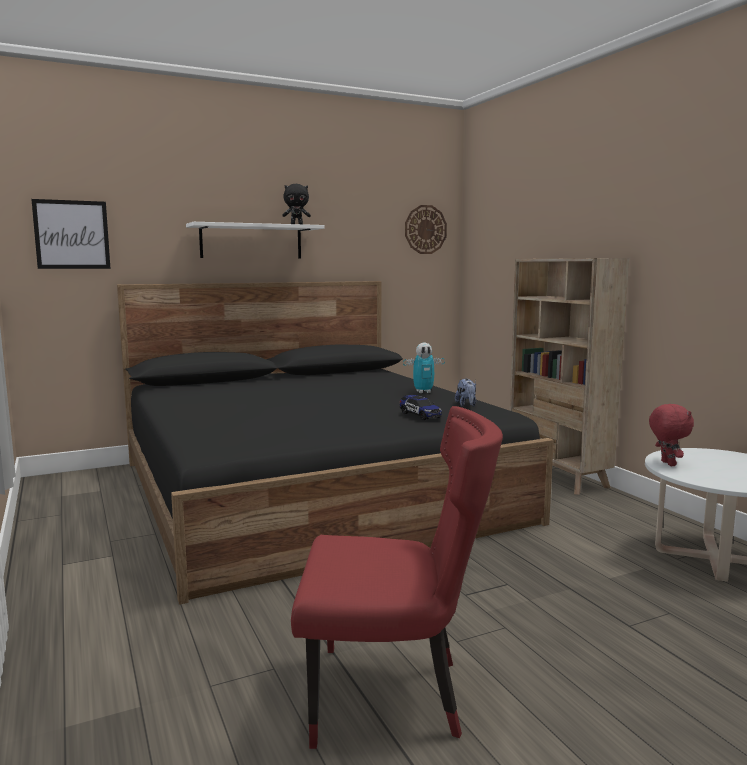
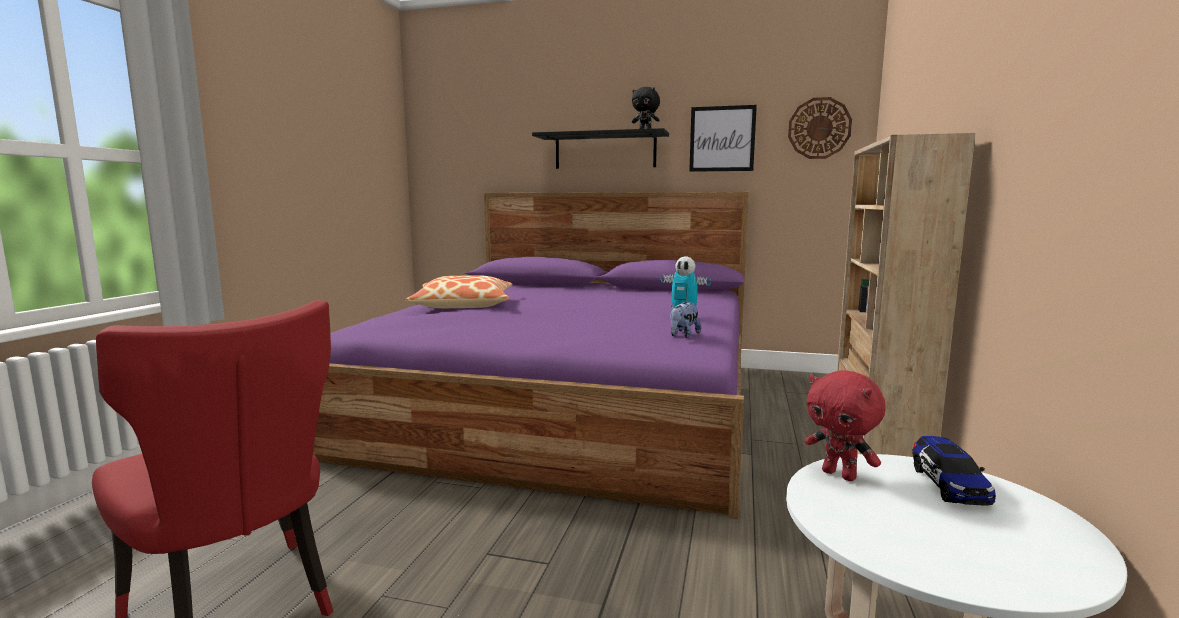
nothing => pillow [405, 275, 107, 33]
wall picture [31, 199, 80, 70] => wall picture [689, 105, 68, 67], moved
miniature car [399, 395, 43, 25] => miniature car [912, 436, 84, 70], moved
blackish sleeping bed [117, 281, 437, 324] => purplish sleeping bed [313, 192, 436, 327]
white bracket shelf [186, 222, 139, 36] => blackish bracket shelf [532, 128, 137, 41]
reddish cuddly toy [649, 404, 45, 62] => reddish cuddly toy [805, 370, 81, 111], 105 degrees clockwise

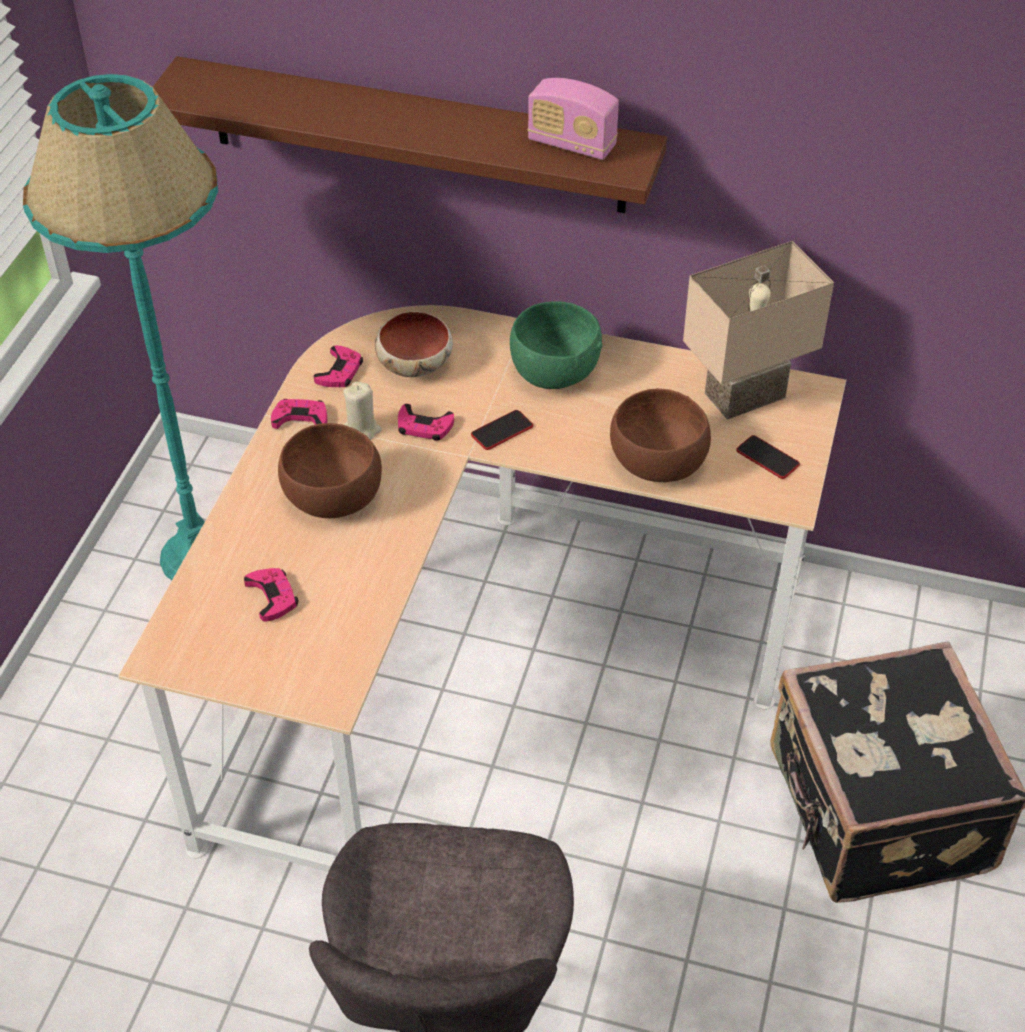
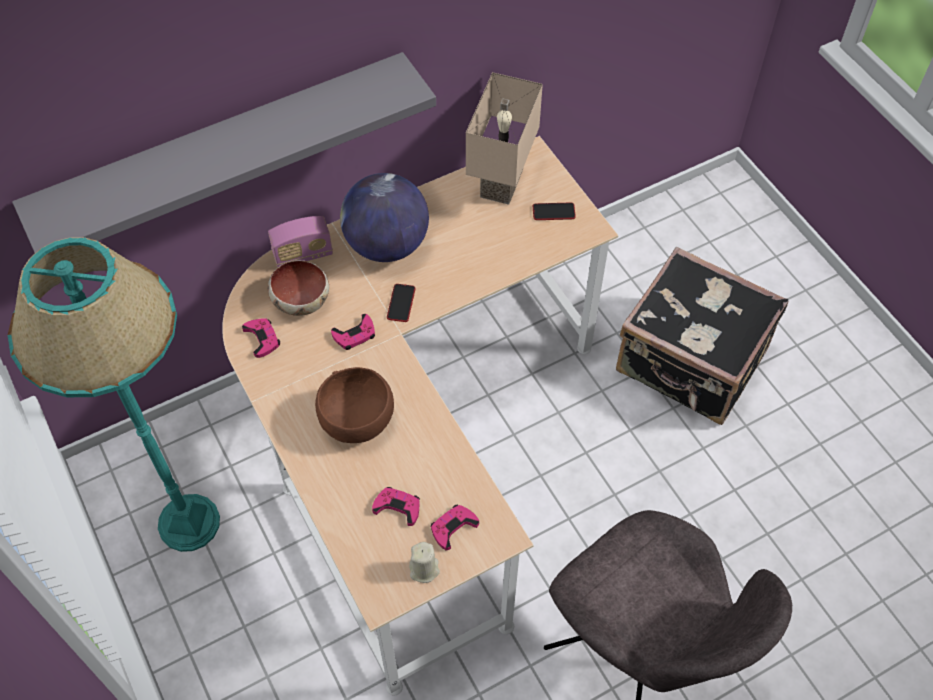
brown serving bowl [610, 388, 101, 94] => nothing
pink game controller [271, 399, 56, 30] => pink game controller [430, 504, 49, 46], moved
sand-coloured wax light [343, 382, 39, 58] => sand-coloured wax light [409, 542, 31, 41], moved
radio [528, 78, 91, 82] => radio [268, 216, 65, 51], moved
green serving bowl [510, 301, 92, 88] => world globe [340, 173, 89, 89]
brown bracket shelf [153, 56, 514, 157] => gray bracket shelf [12, 52, 424, 201]

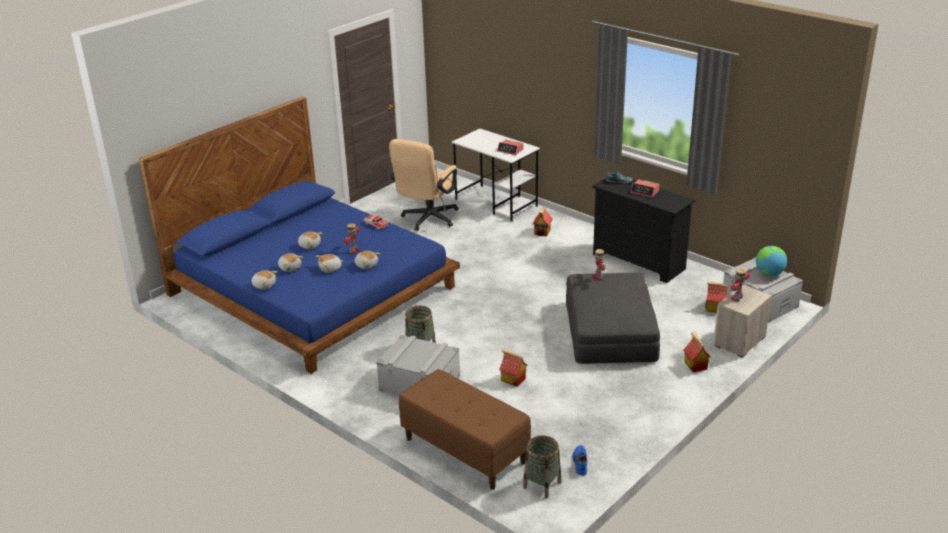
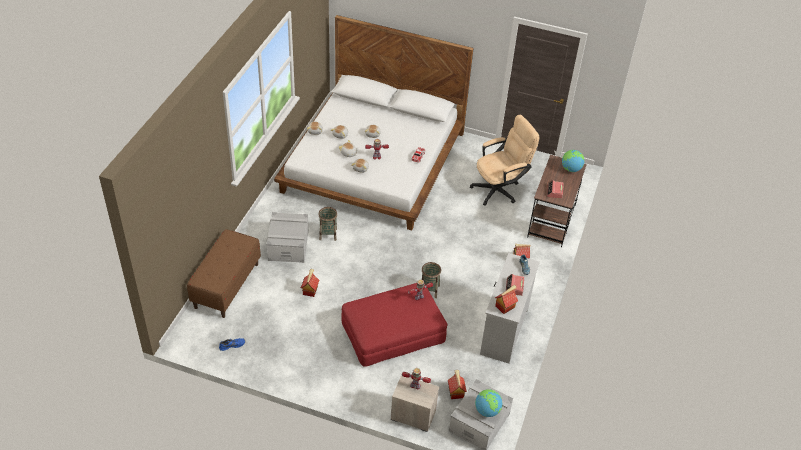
nothing => world globe [562, 150, 23, 22]
basket [523, 436, 38, 62] => basket [422, 262, 19, 36], moved
model house [683, 332, 29, 40] => model house [495, 285, 23, 29], moved
bluish sleeping bed [139, 96, 321, 278] => white sleeping bed [274, 15, 200, 216]
white desk [452, 129, 88, 92] => brown desk [527, 155, 60, 92]
gray ottoman [566, 272, 94, 92] => reddish ottoman [341, 283, 106, 84]
blackish drawer chest [593, 173, 102, 110] => white drawer chest [480, 253, 60, 111]
sand-coloured office chair [389, 139, 70, 92] => sand-coloured office chair [470, 115, 69, 91], 150 degrees clockwise

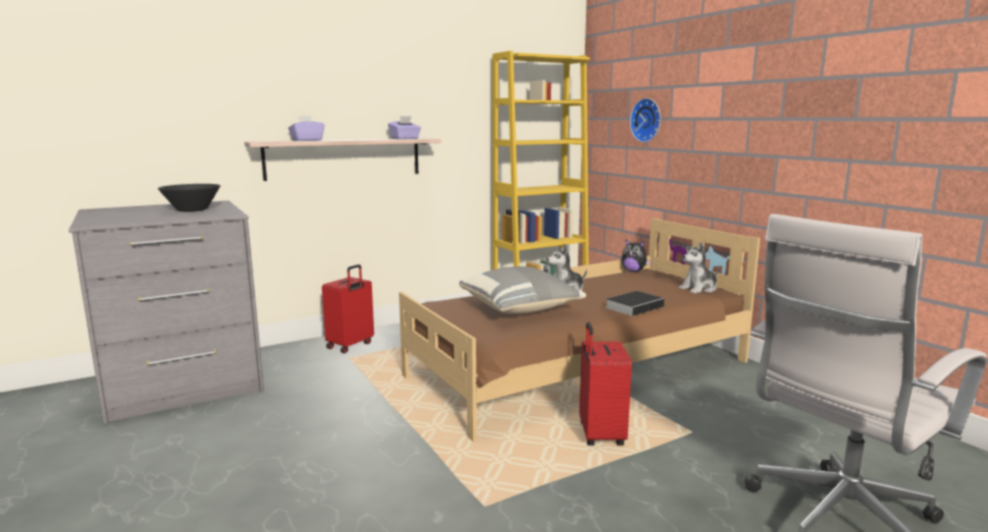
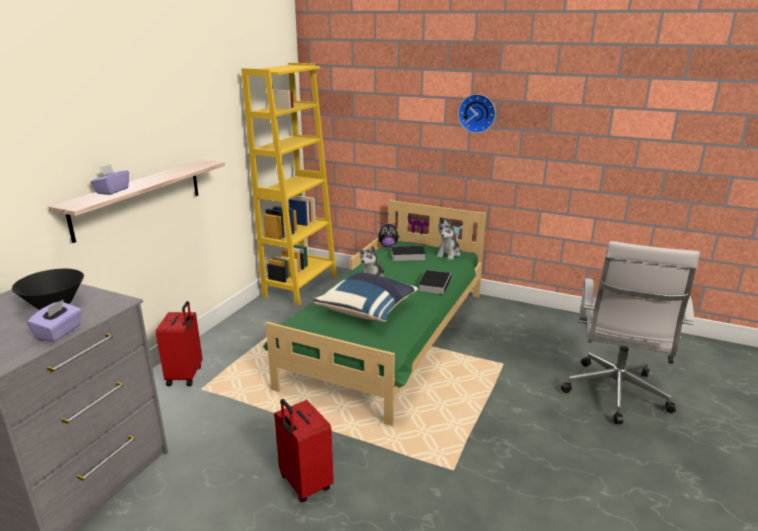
nothing => book [385, 246, 41, 15]
purplish tissue holder [388, 116, 33, 23] => purplish tissue holder [27, 299, 55, 43], moved
reddish piece of luggage [579, 322, 53, 124] => reddish piece of luggage [274, 399, 60, 103], moved
wall clock [630, 98, 31, 44] => wall clock [458, 94, 38, 39], moved
brown sleeping bed [399, 218, 361, 224] => green sleeping bed [263, 200, 223, 226]
gray pillow [459, 266, 127, 48] => bluish pillow [313, 273, 105, 49]

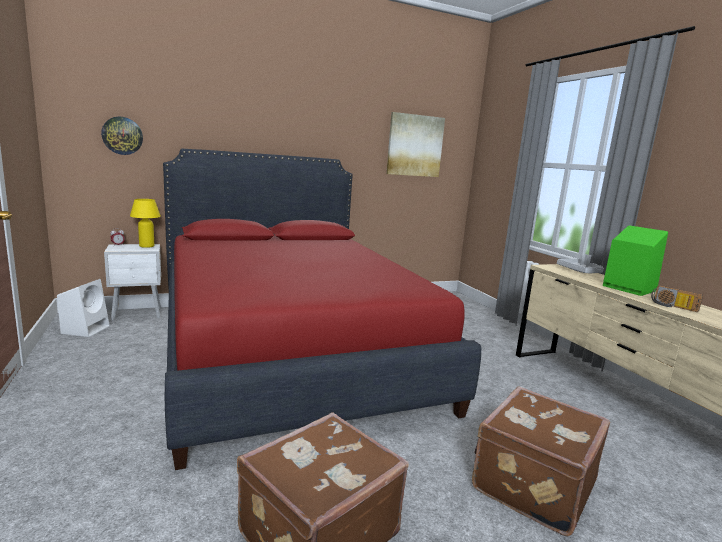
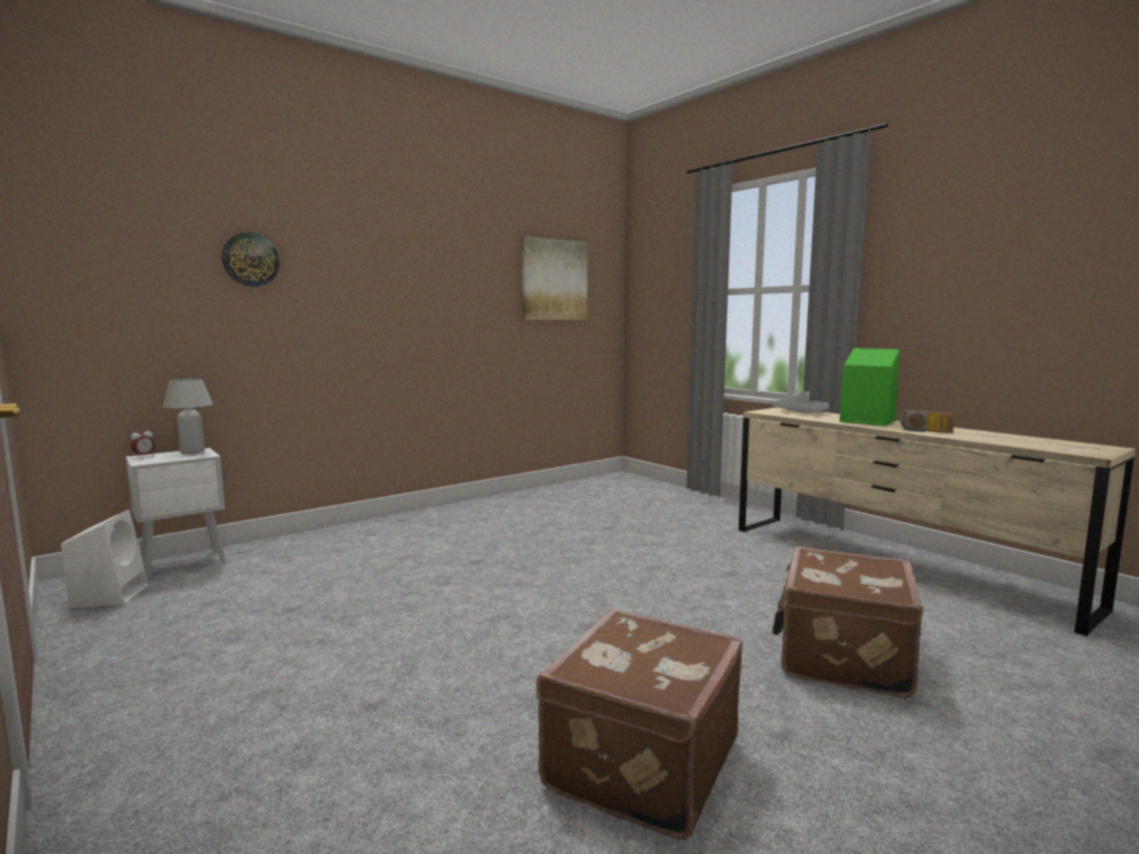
reddish sleeping bed [163, 149, 318, 321] => nothing
wall clock [101, 117, 42, 38] => wall clock [222, 232, 58, 55], moved
yellow-coloured table lamp [130, 199, 31, 49] => white table lamp [163, 379, 50, 75]

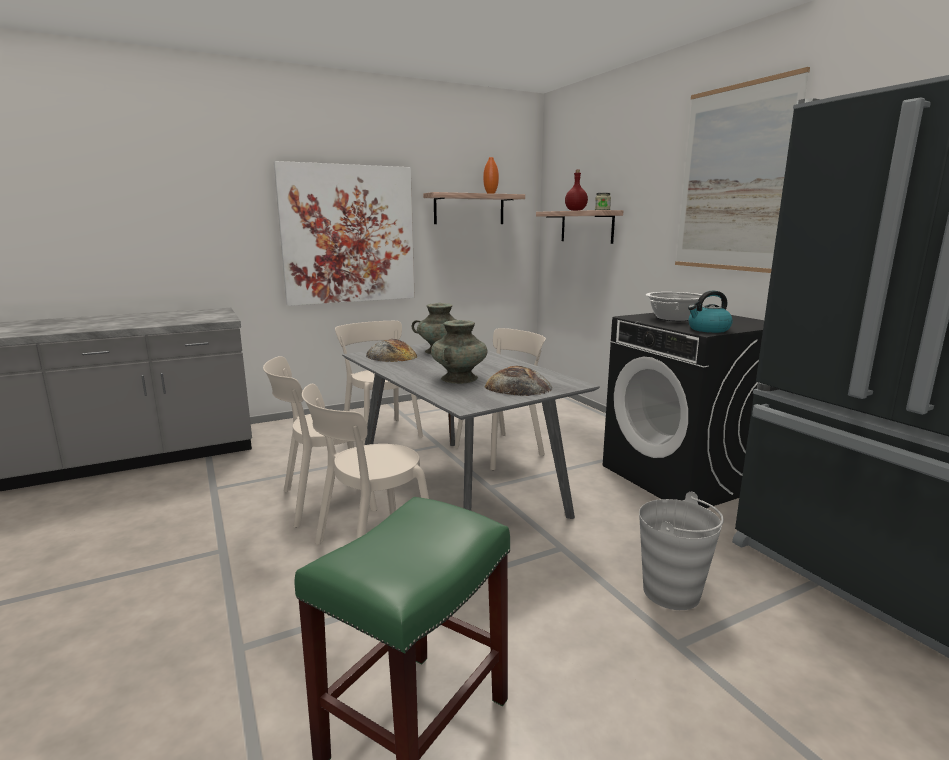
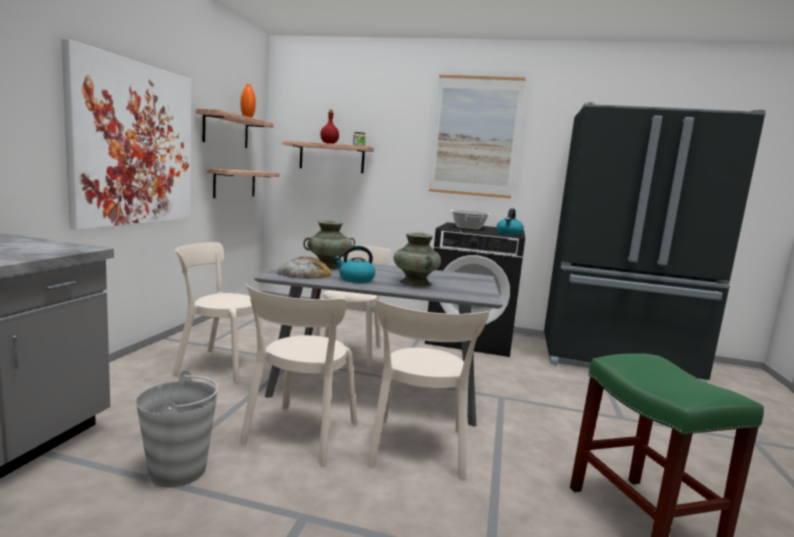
baked bread [484, 366, 69, 30] => nothing
nothing => bracket shelf [207, 168, 72, 30]
nothing => water kettle [334, 246, 41, 37]
gray bucket [639, 492, 85, 118] => gray bucket [136, 370, 82, 118], moved

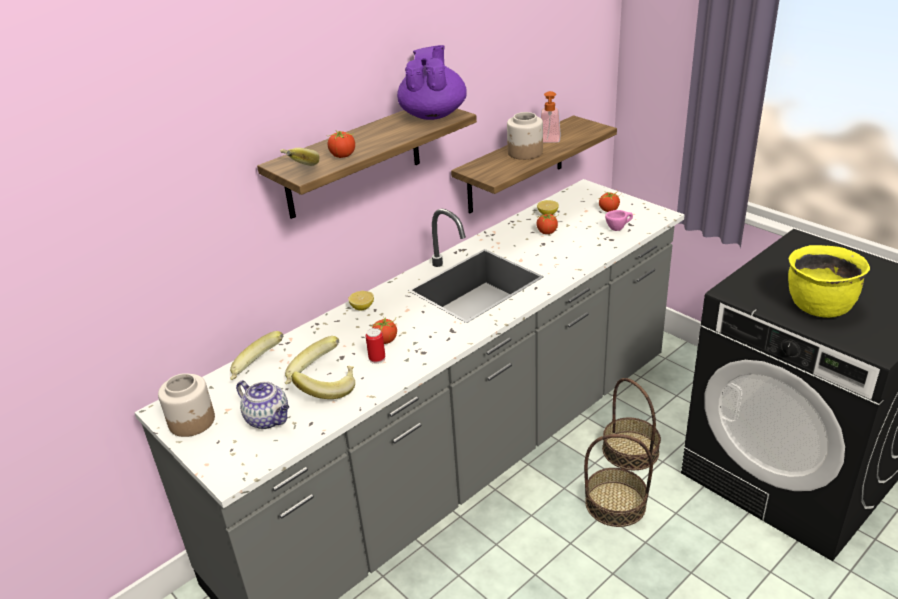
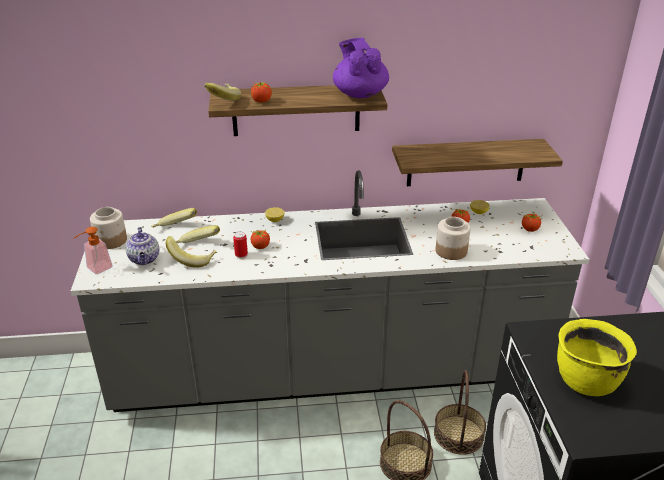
pink small cup [605, 210, 28, 21] => nothing
storage jar [507, 112, 36, 48] => storage jar [436, 217, 35, 43], moved
liquid soap bottle [541, 91, 20, 52] => liquid soap bottle [73, 227, 40, 47], moved
purplish pot for tea [397, 45, 70, 75] => purplish pot for tea [333, 38, 56, 60], 60 degrees counterclockwise

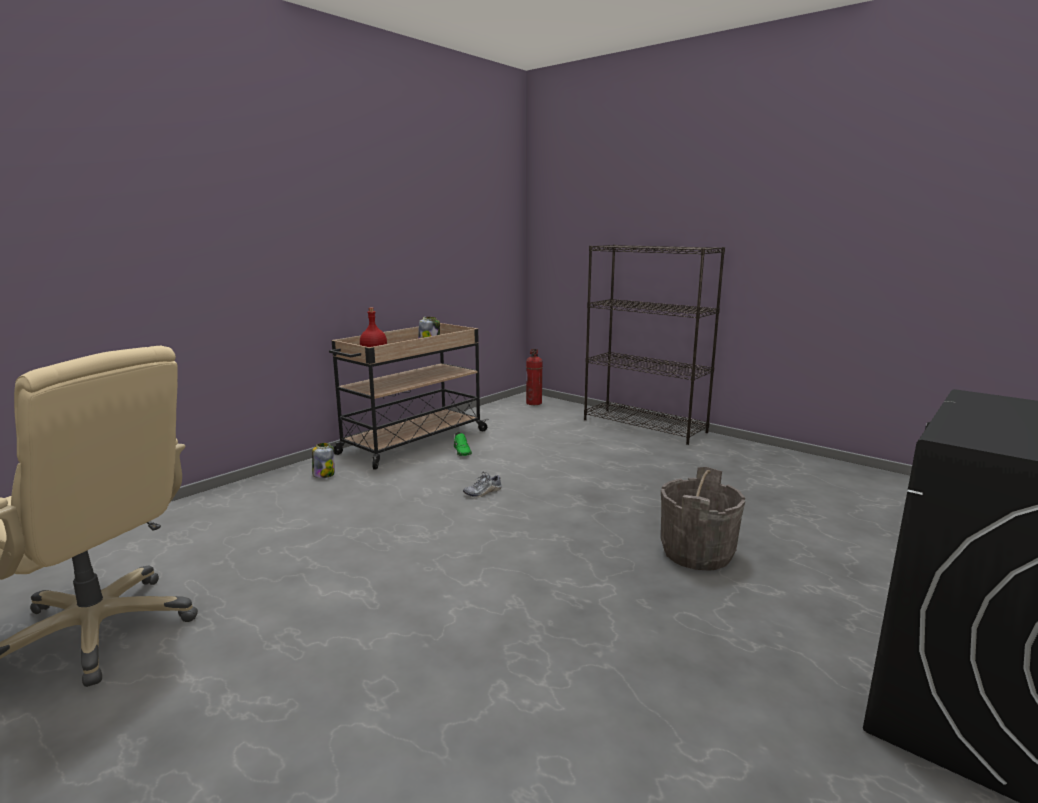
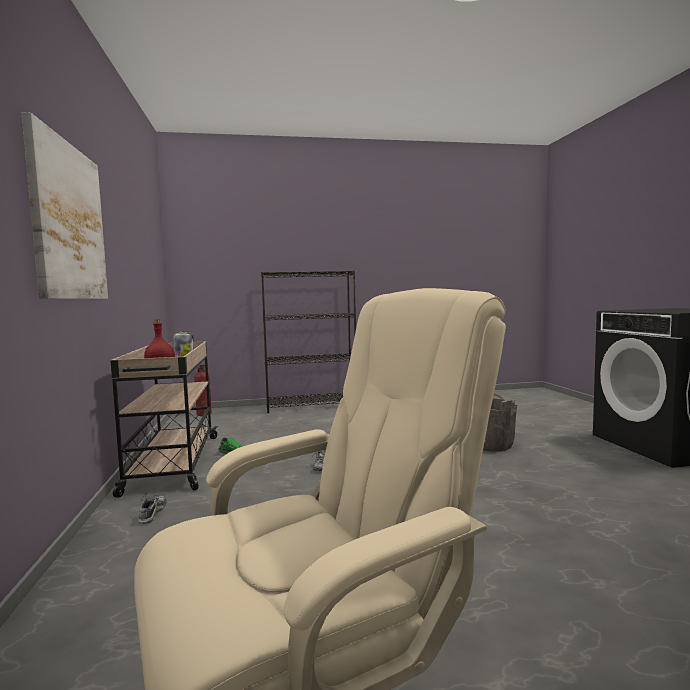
nothing => wall picture [22, 112, 86, 187]
storage jar [312, 443, 23, 35] => shoe [138, 492, 29, 32]

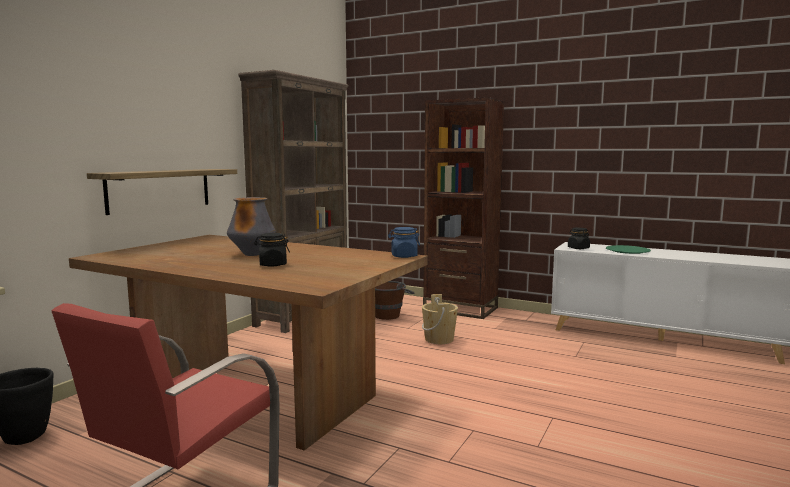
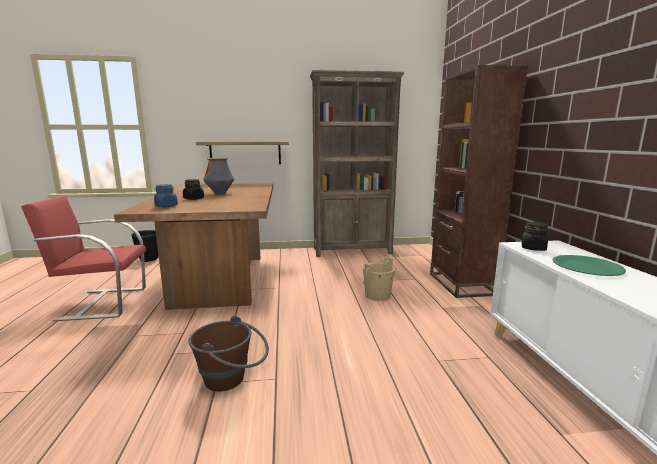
brown bucket [375, 281, 39, 39] => brown bucket [188, 315, 81, 77], moved
bluish storage jar [388, 227, 32, 31] => bluish storage jar [154, 184, 24, 23], moved

